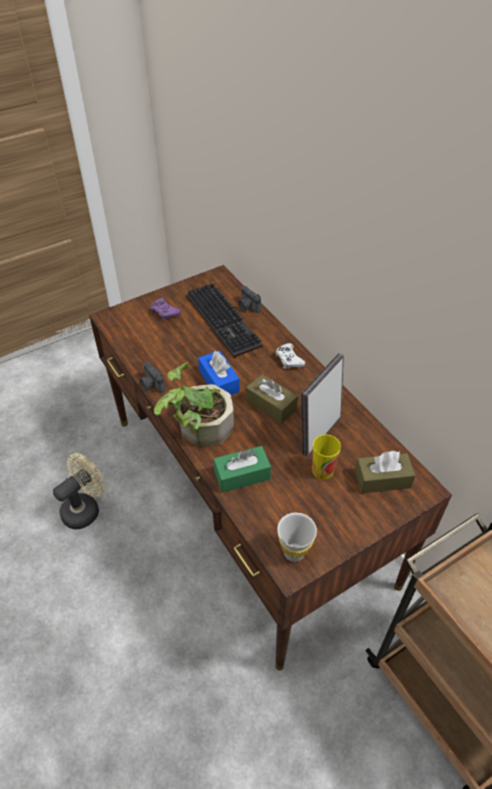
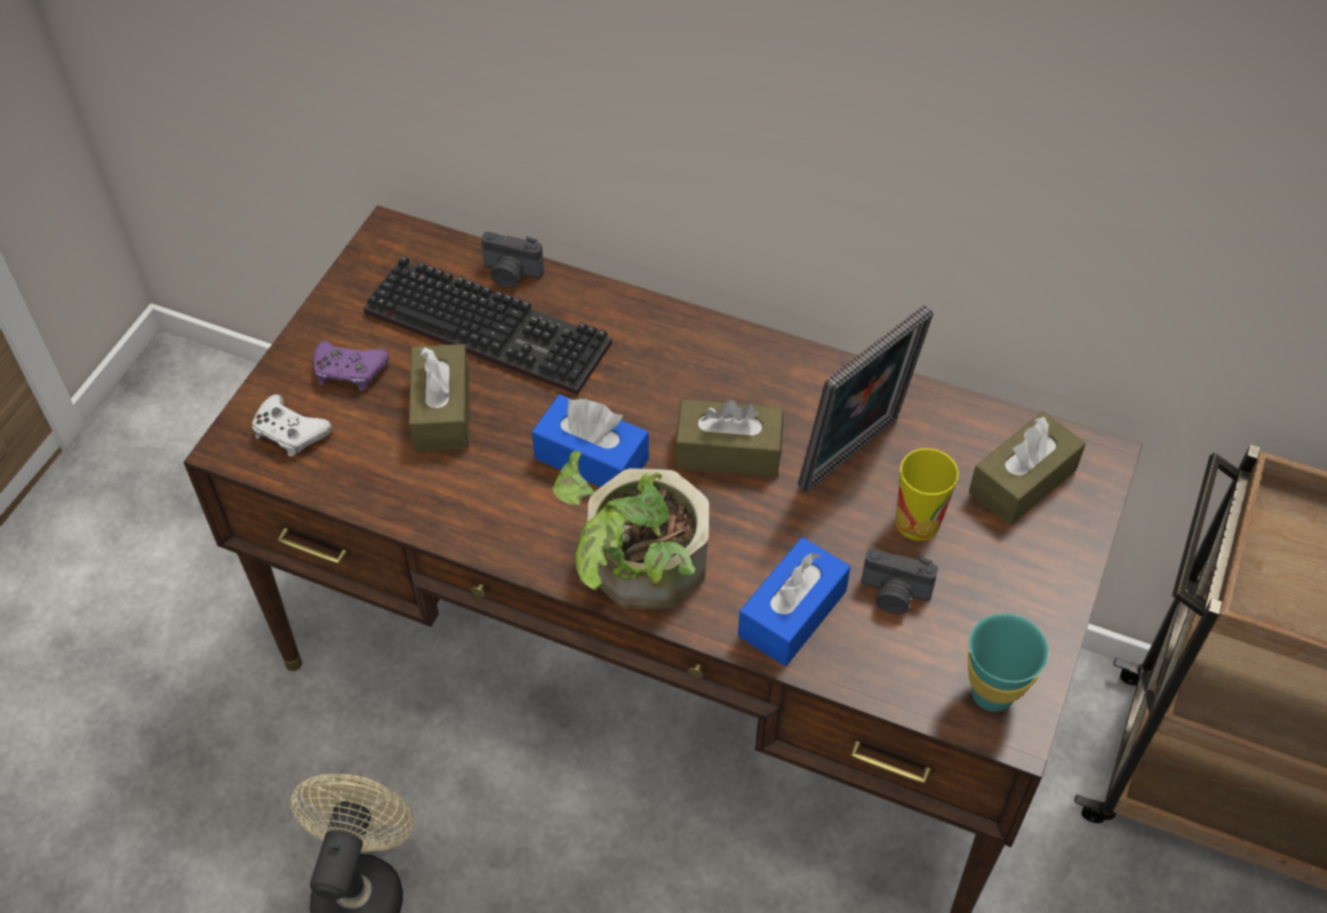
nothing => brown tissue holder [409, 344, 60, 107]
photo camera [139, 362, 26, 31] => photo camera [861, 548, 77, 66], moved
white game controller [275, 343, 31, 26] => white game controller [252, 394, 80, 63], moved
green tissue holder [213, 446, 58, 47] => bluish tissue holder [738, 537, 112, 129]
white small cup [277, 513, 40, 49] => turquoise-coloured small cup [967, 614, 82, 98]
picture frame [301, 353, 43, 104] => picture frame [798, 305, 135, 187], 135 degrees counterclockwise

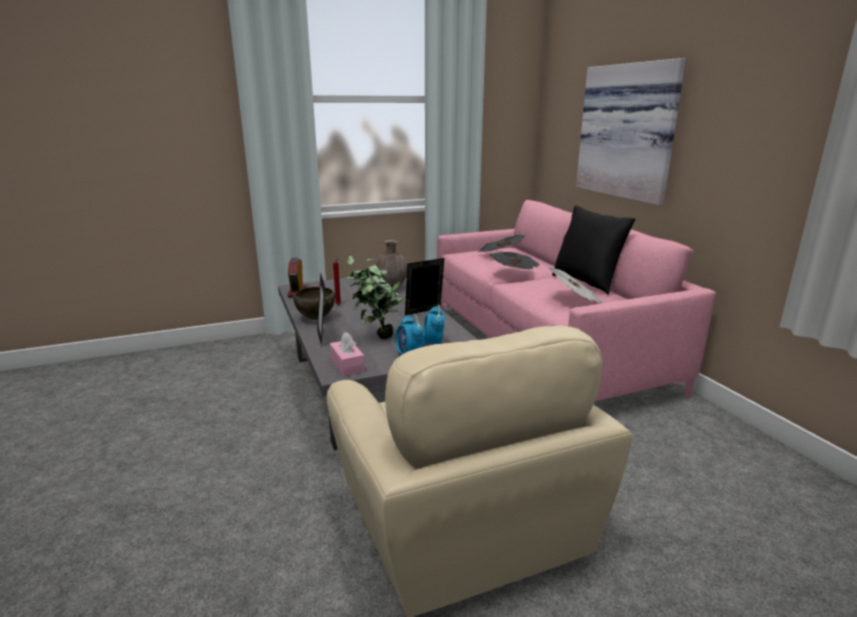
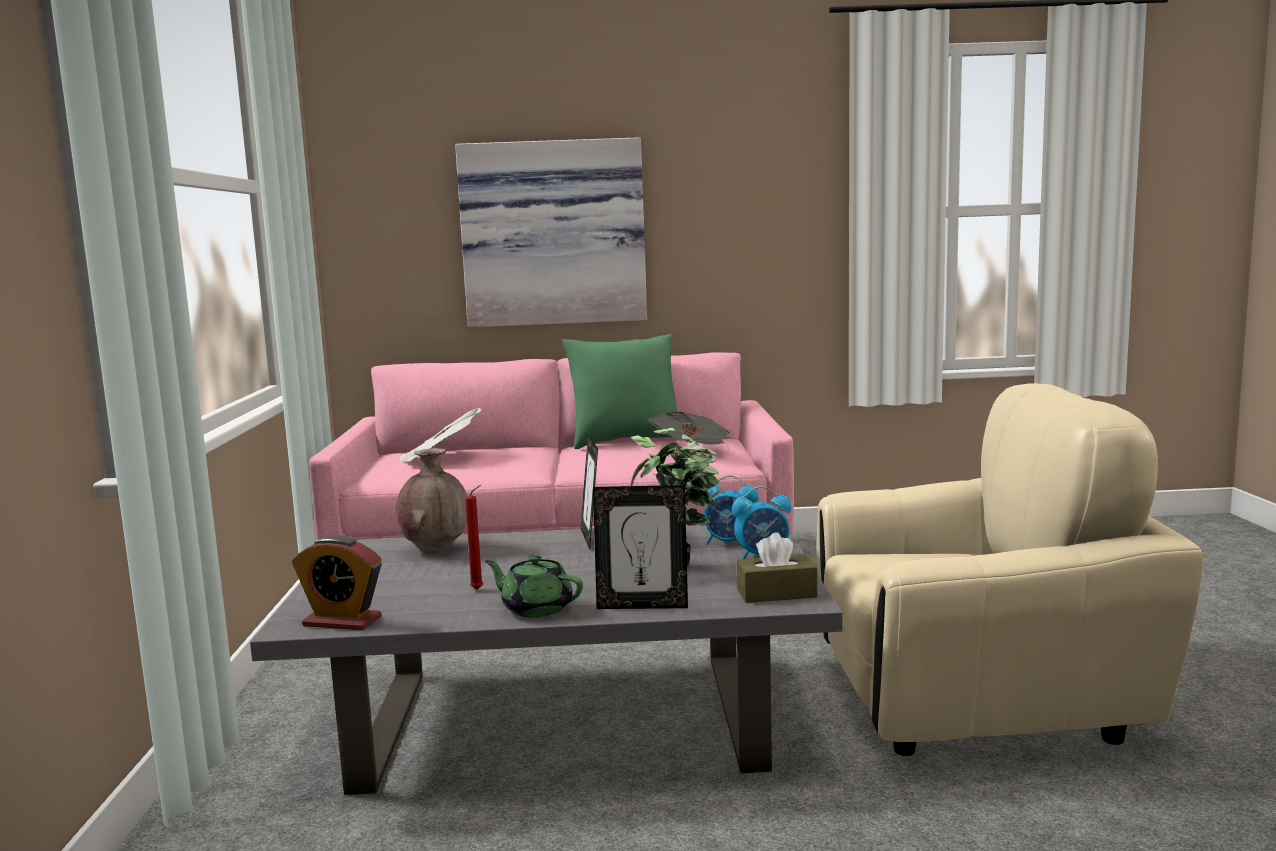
printed paper [489, 252, 51, 17] => nothing
brown serving bowl [293, 287, 42, 33] => green pot for tea [485, 555, 98, 62]
pink tissue holder [330, 332, 35, 44] => brown tissue holder [737, 532, 81, 71]
blackish pillow [552, 205, 84, 90] => green pillow [562, 334, 115, 115]

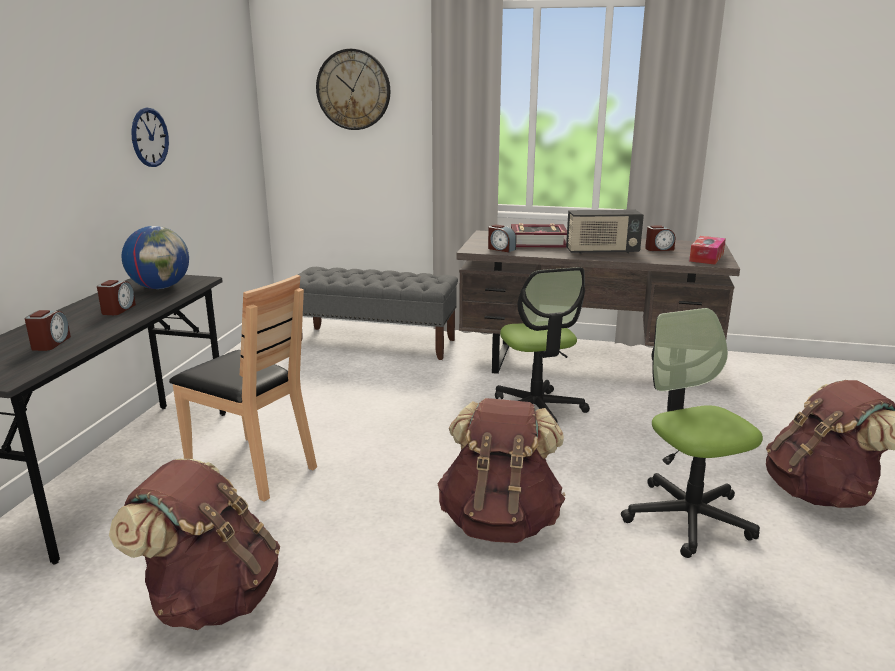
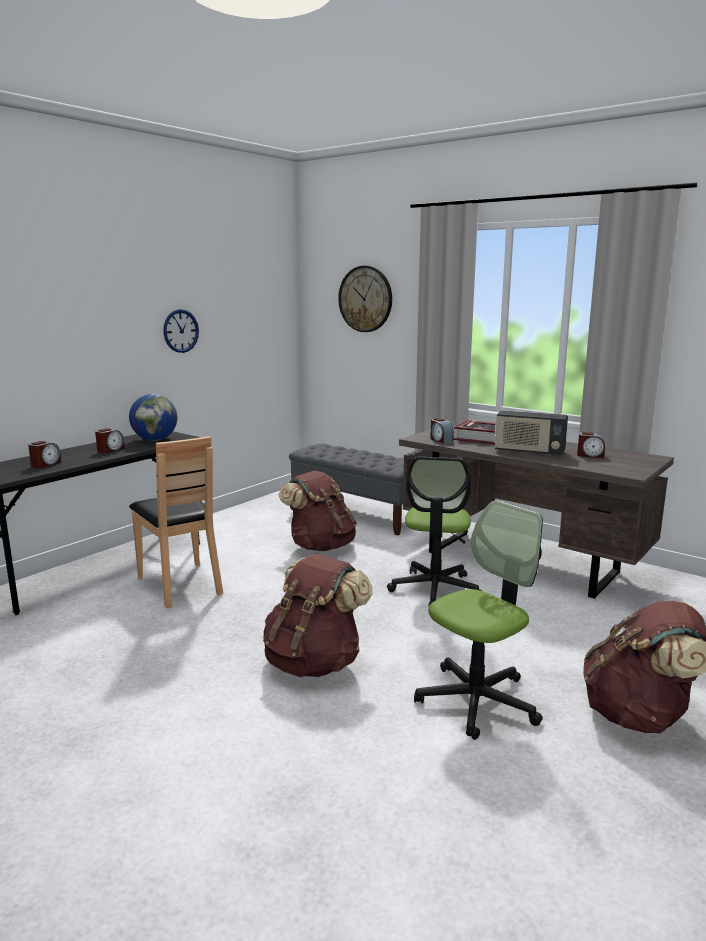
tissue holder [689, 236, 37, 29] => nothing
brown backpack [109, 458, 171, 172] => brown backpack [279, 471, 78, 80], moved
office chair [621, 308, 142, 250] => office chair [414, 500, 129, 240], 45 degrees clockwise

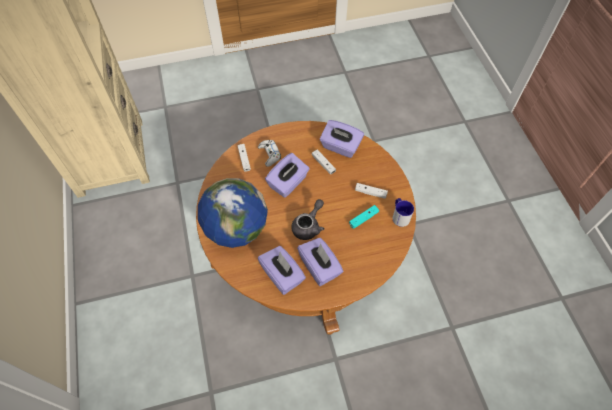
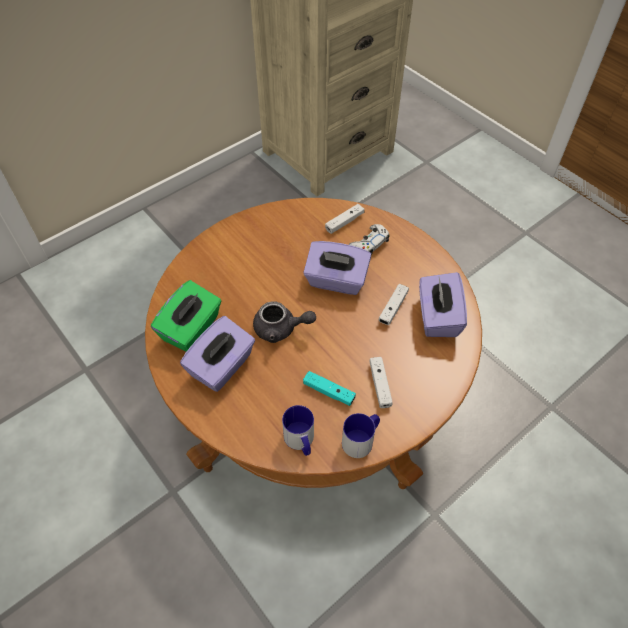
world globe [198, 178, 70, 70] => nothing
nothing => tea mug [282, 405, 32, 51]
purplish tissue holder [258, 246, 48, 49] => green tissue holder [151, 280, 71, 71]

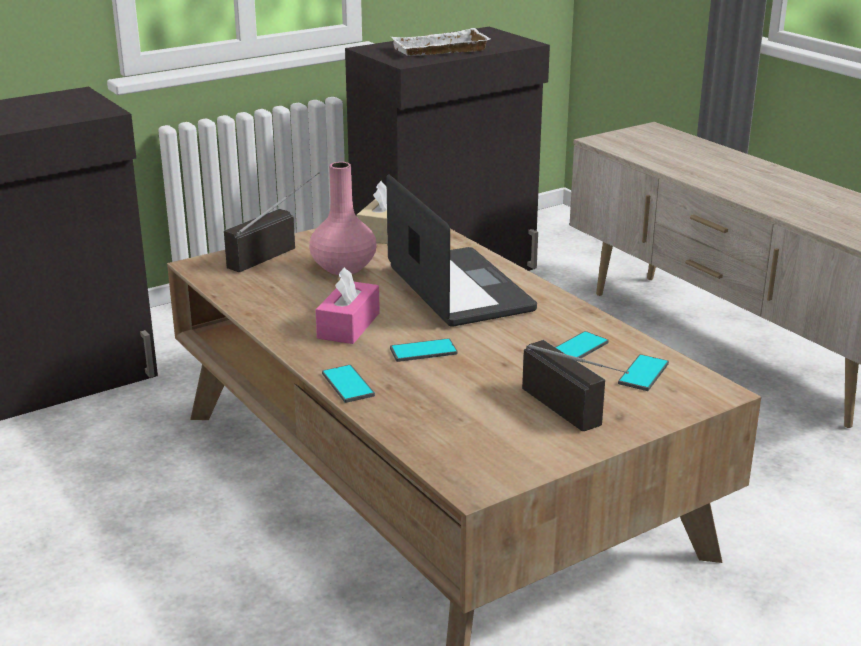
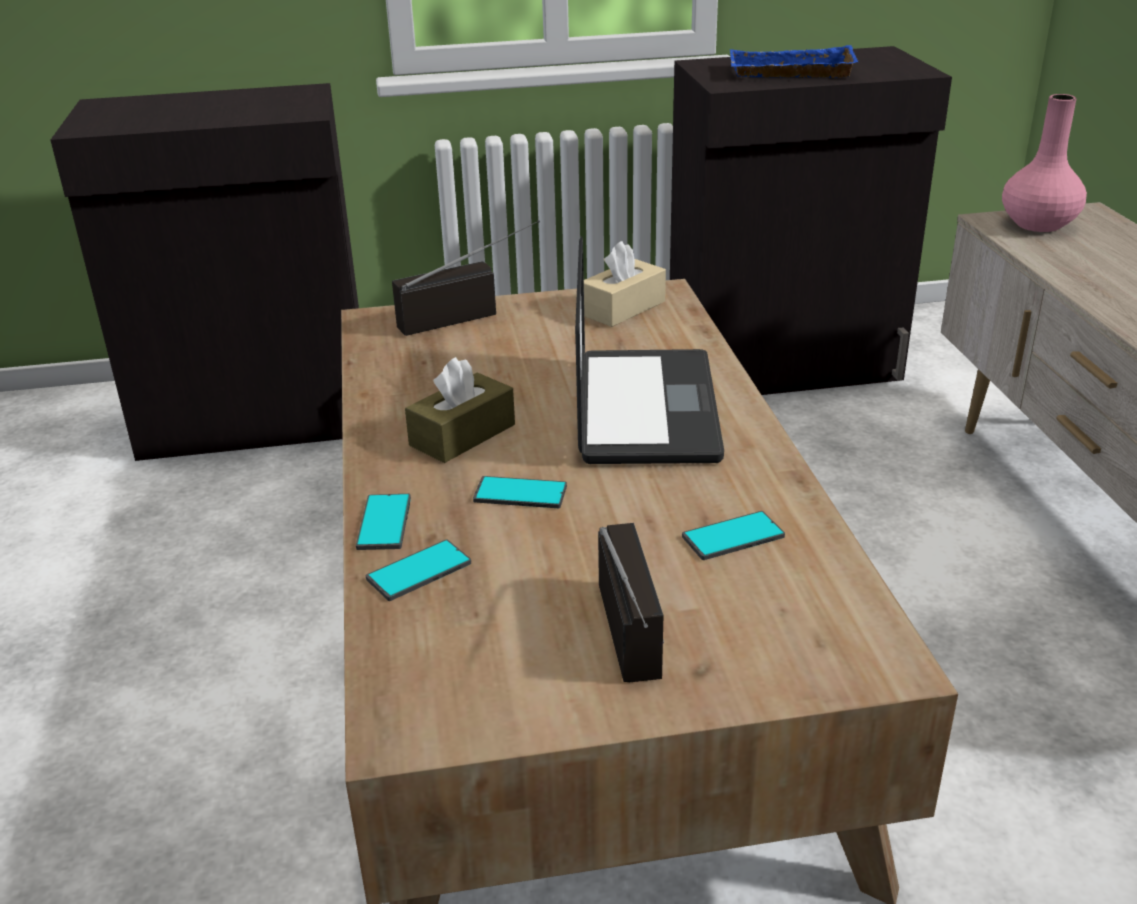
pink decorative vase [309, 162, 68, 113] => pink decorative vase [1002, 94, 85, 138], moved
phone [618, 354, 51, 37] => phone [366, 539, 105, 62], moved
pink tissue holder [316, 267, 64, 77] => brown tissue holder [405, 357, 110, 106]
white tray [391, 28, 99, 28] => bluish tray [730, 45, 128, 33]

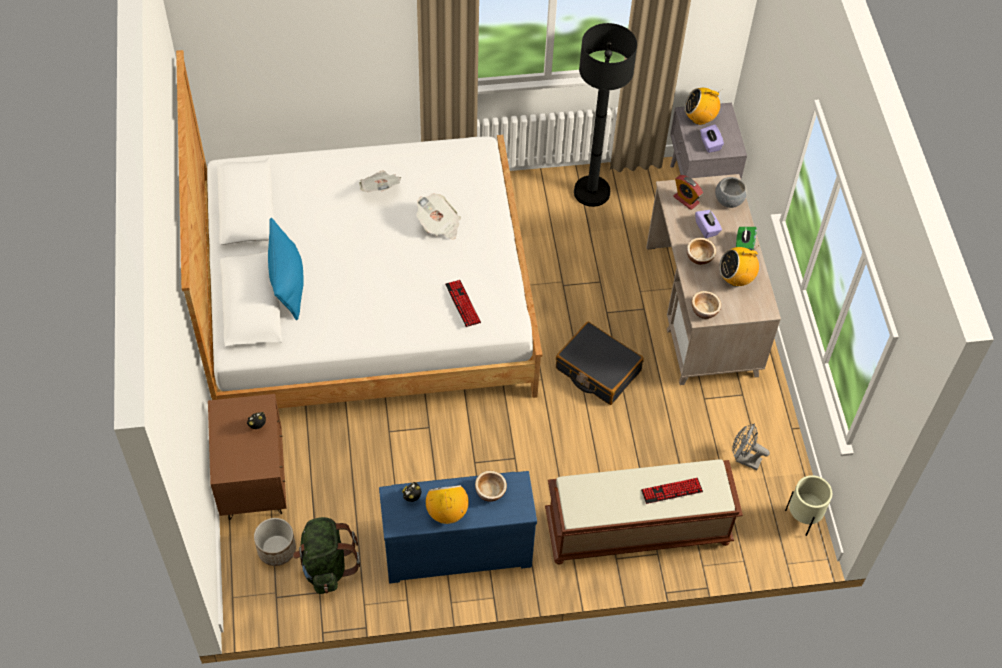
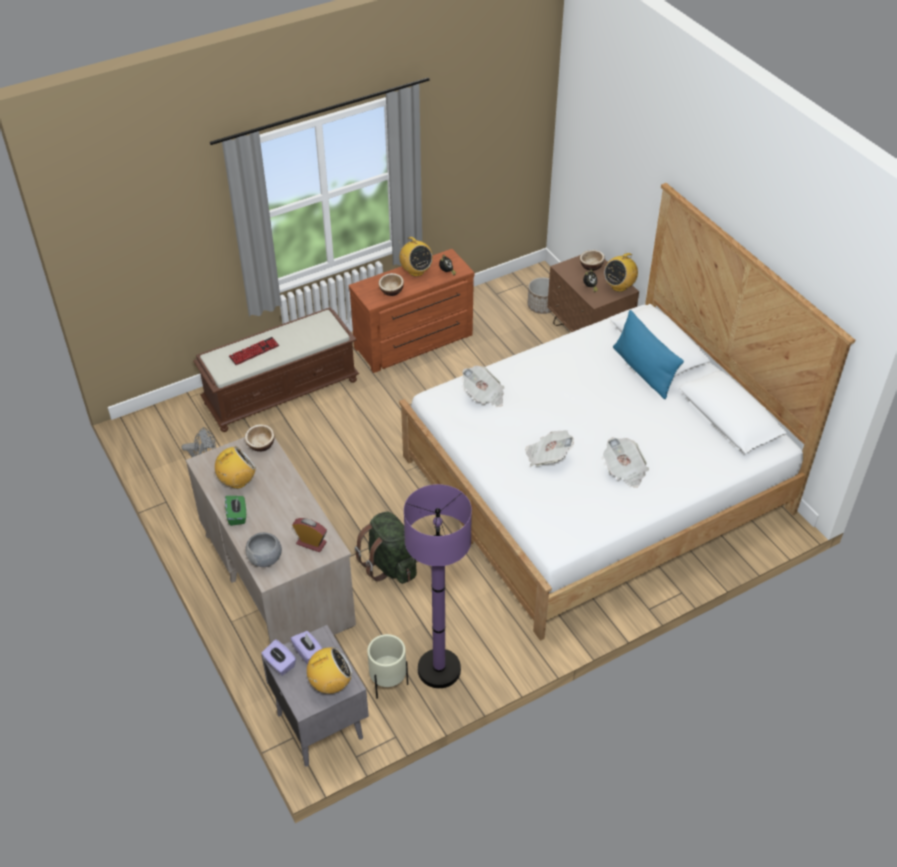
blackish piece of luggage [556, 322, 88, 83] => nothing
nothing => radio [604, 250, 34, 42]
green backpack [293, 517, 67, 77] => green backpack [355, 511, 62, 73], moved
serving bowl [687, 238, 29, 27] => serving bowl [580, 250, 25, 21], moved
purplish tissue holder [695, 210, 27, 28] => purplish tissue holder [261, 639, 35, 37], moved
sand-coloured flower pot [785, 475, 47, 61] => sand-coloured flower pot [367, 634, 41, 64], moved
PC keyboard [445, 280, 36, 47] => printed paper [462, 366, 42, 41]
bluish drawer chest [379, 471, 158, 112] => brown drawer chest [349, 249, 126, 124]
blackish standard lamp [574, 23, 63, 184] => purplish standard lamp [404, 484, 68, 204]

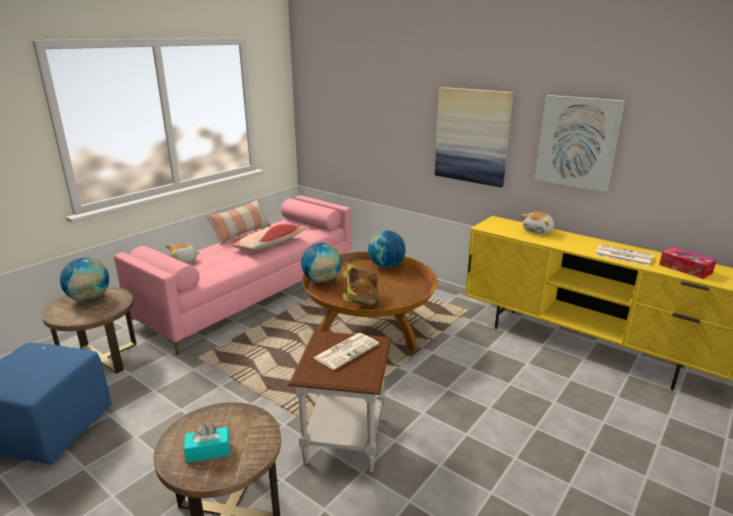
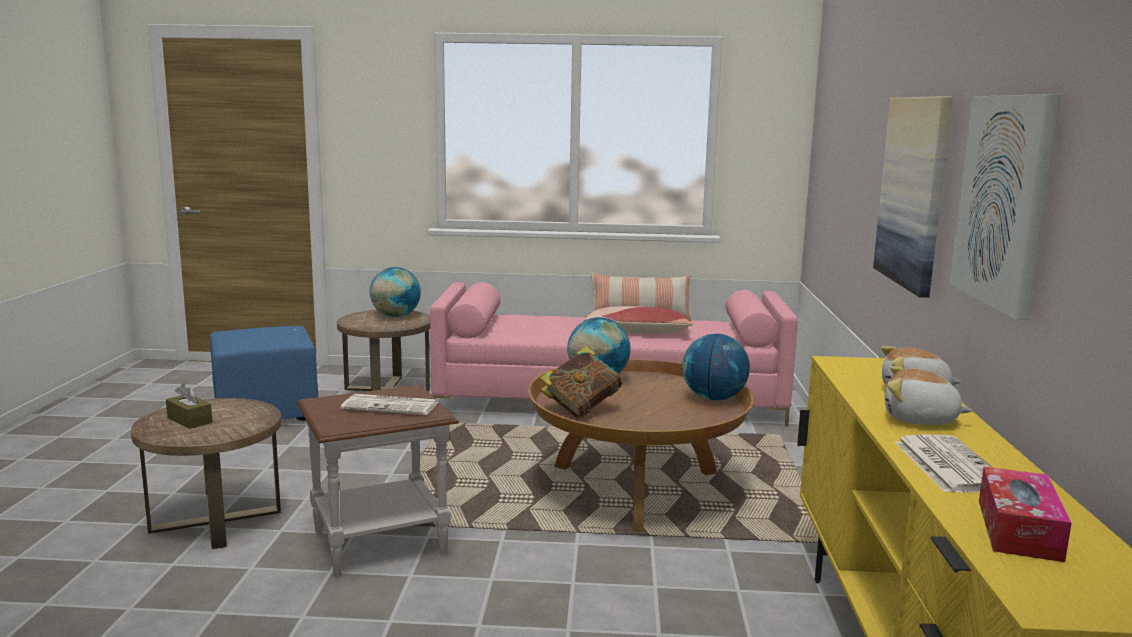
cuddly toy [165, 244, 35, 19] => cuddly toy [885, 366, 88, 59], moved
turquoise-coloured tissue holder [184, 425, 46, 38] => brown tissue holder [166, 383, 46, 46]

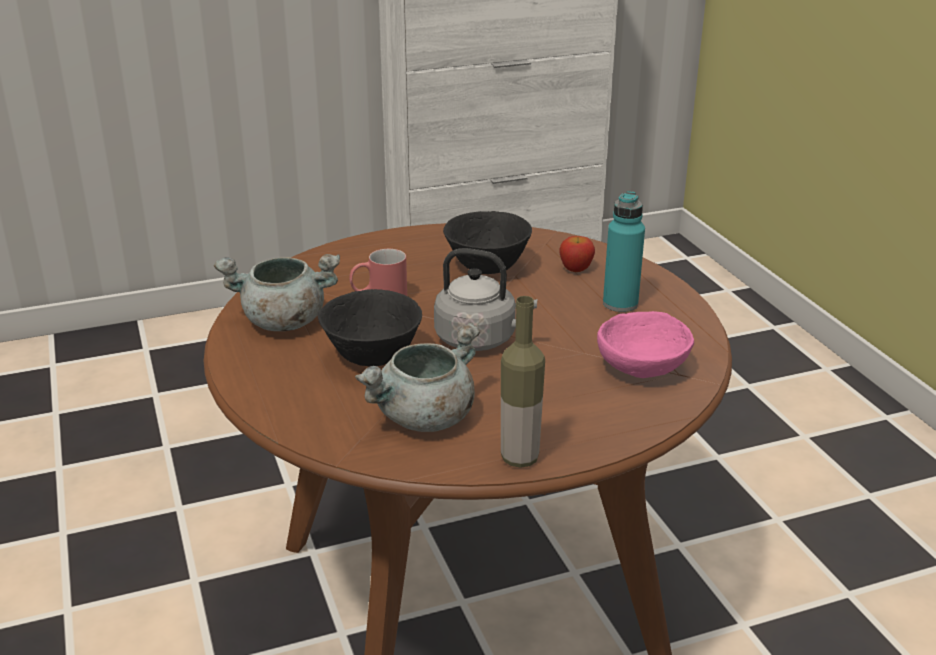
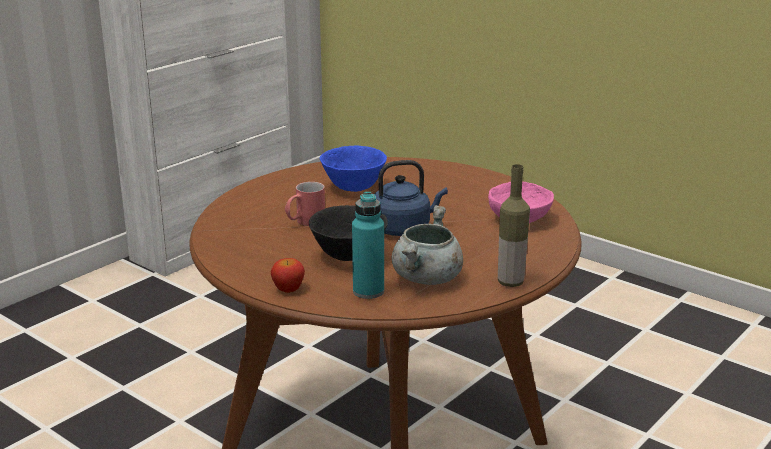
gray cooking pot [214, 254, 126, 77] => nothing
apple [559, 236, 36, 36] => apple [271, 258, 34, 35], moved
turquoise-coloured drink bottle [603, 191, 42, 121] => turquoise-coloured drink bottle [352, 192, 32, 107], moved
gray water kettle [434, 248, 103, 103] => bluish water kettle [375, 160, 73, 76]
blackish serving bowl [443, 211, 89, 63] => bluish serving bowl [320, 146, 67, 46]

